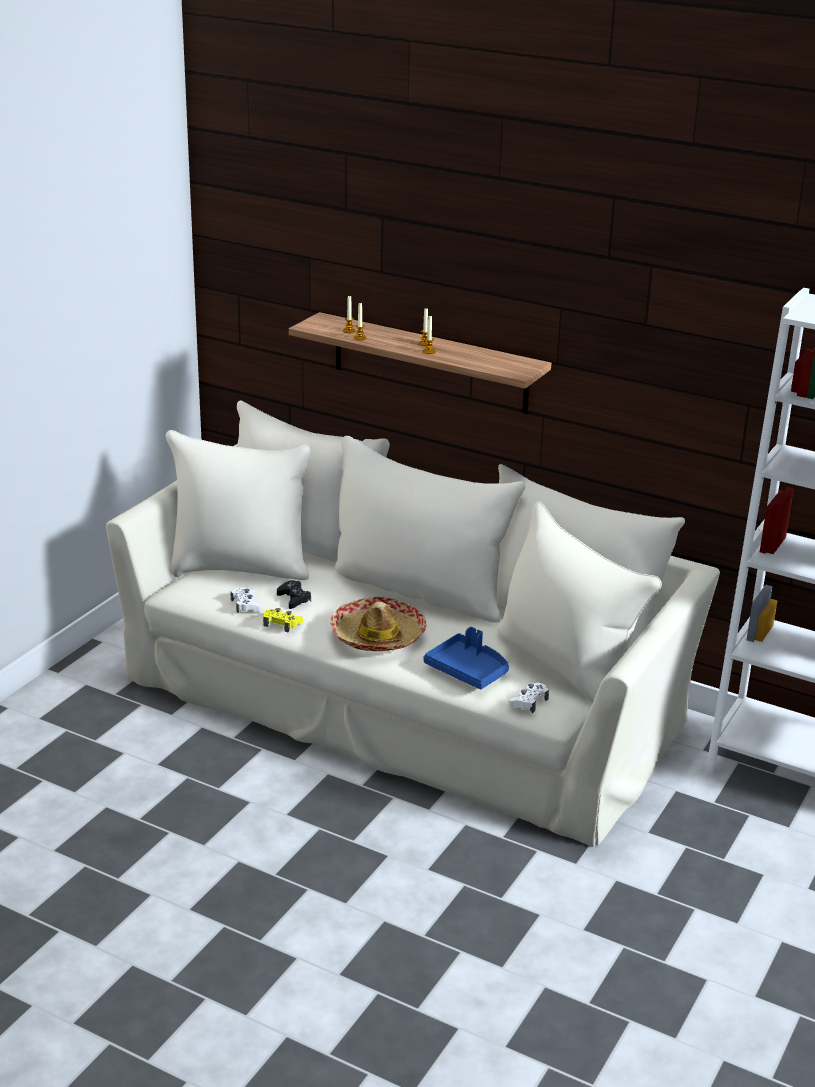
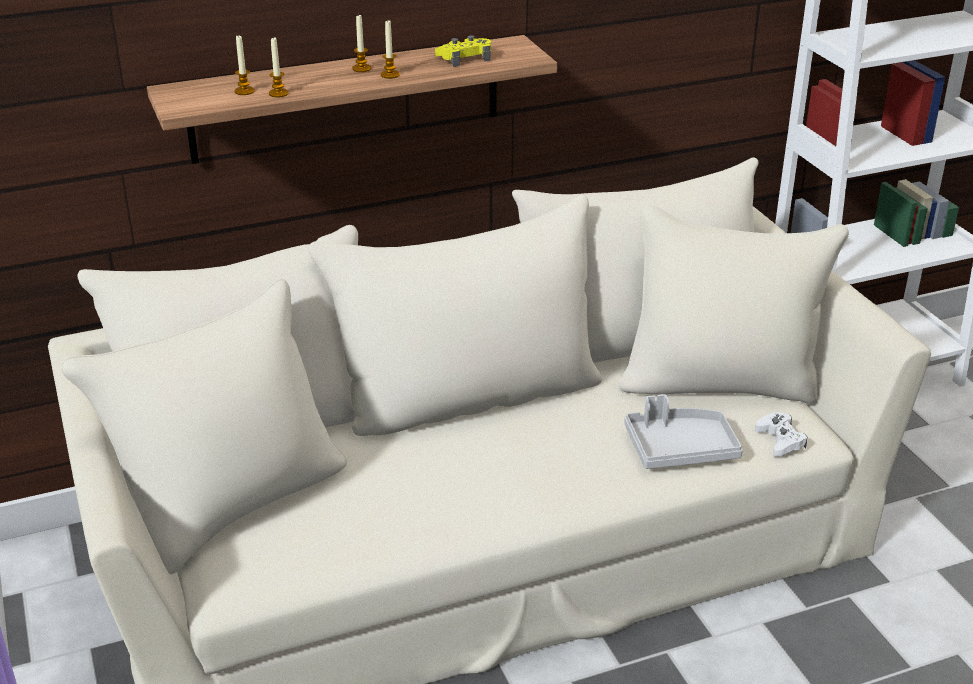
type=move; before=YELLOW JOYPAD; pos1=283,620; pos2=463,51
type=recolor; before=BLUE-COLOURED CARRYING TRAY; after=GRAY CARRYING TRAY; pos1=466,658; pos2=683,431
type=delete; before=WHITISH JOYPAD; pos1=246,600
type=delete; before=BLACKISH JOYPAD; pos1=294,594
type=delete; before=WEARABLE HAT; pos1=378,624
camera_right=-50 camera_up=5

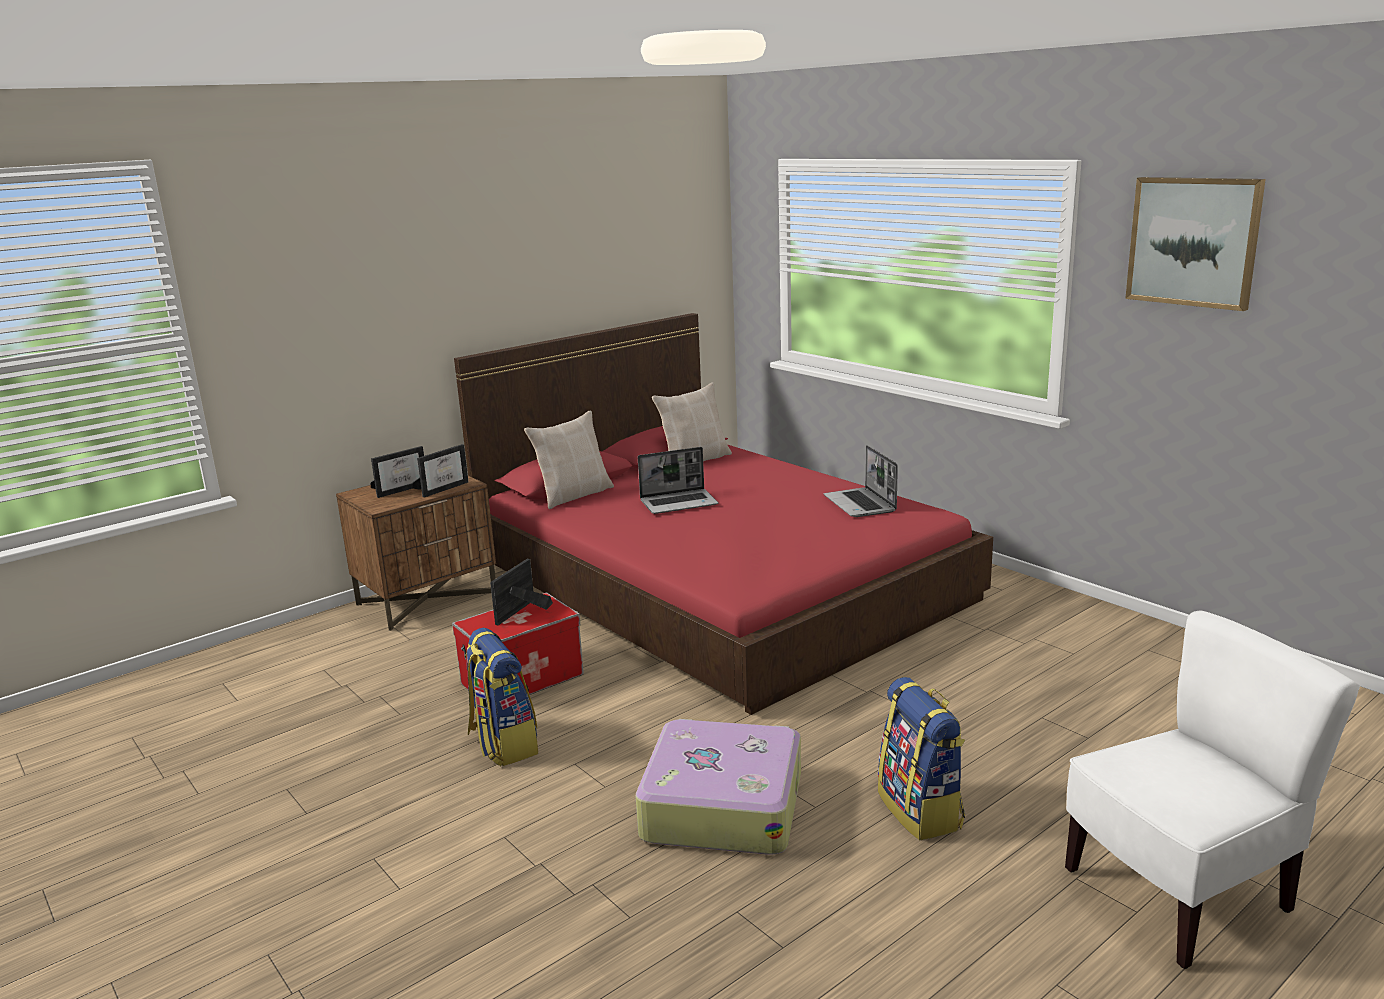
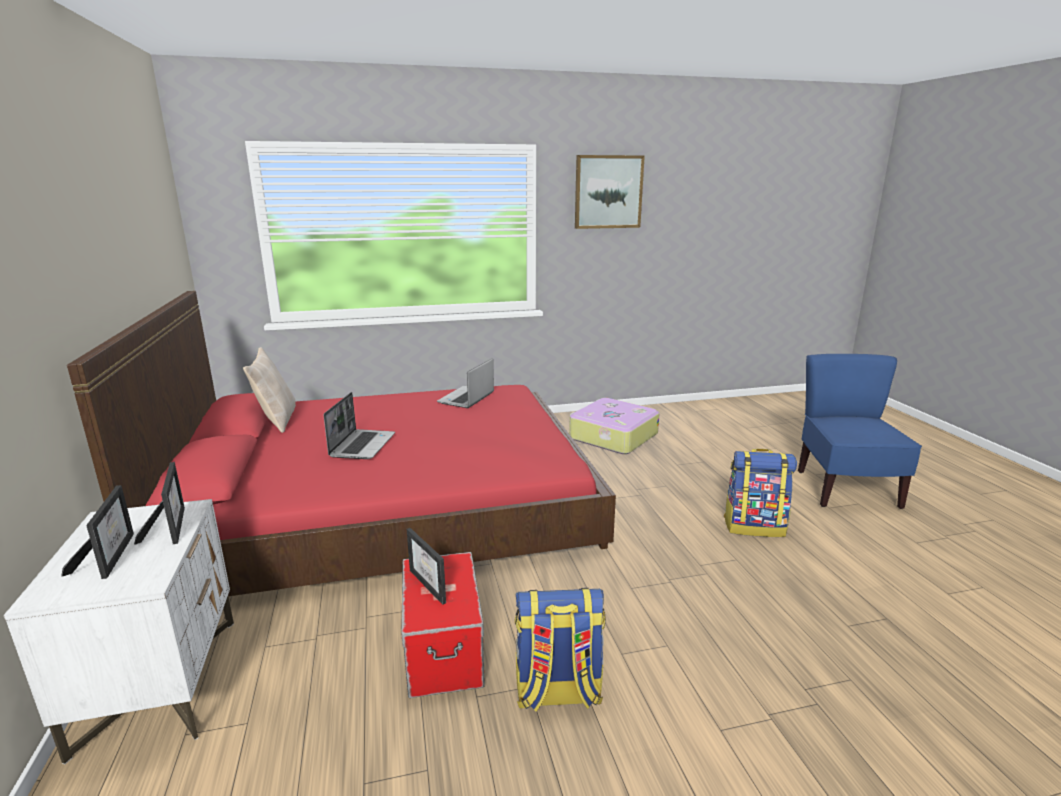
type=recolor; before=BROWNISH NIGHT TABLE; after=WHITISH NIGHT TABLE; pos1=416,553; pos2=119,632
type=rotate; before=PORTABLE COMPUTER; pos1=861,481; pos2=465,383; turn=105
type=move; before=SUITCASE; pos1=718,787; pos2=614,426
type=recolor; before=WHITISH UPRIGHT CHAIR; after=BLUE-COLOURED UPRIGHT CHAIR; pos1=1212,790; pos2=860,431
type=delete; before=BEIGE-COLOURED PILLOW; pos1=569,459
camera_right=-65 camera_up=0

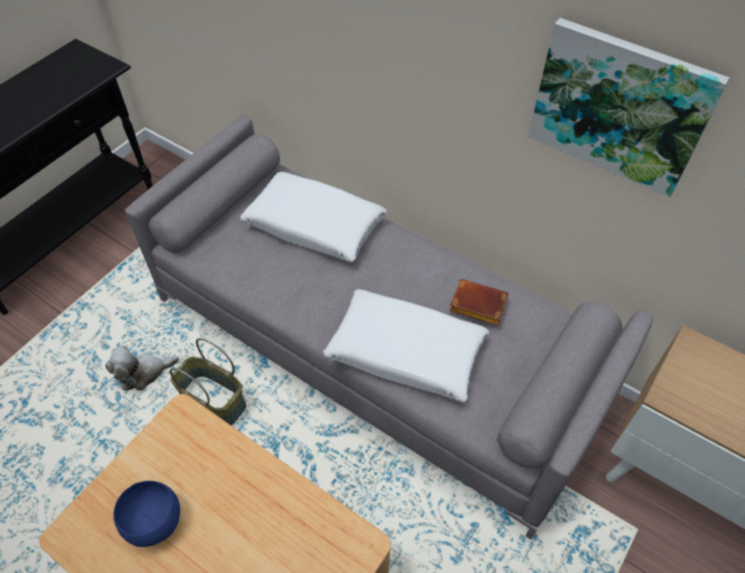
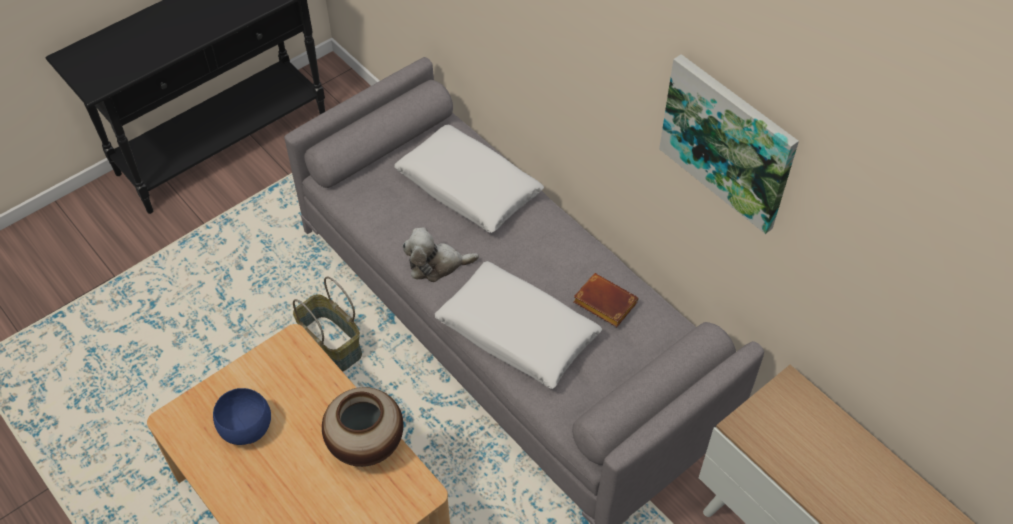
type=insert; after=FLOWER VASE; pos2=363,427
type=move; before=CUDDLY TOY; pos1=142,368; pos2=440,254
camera_right=15 camera_up=0

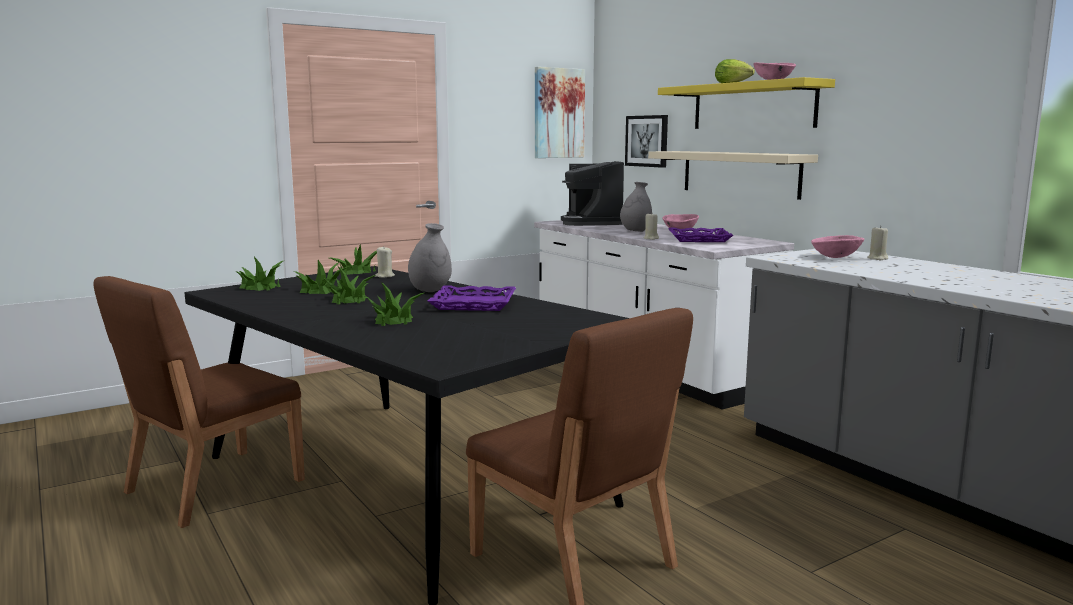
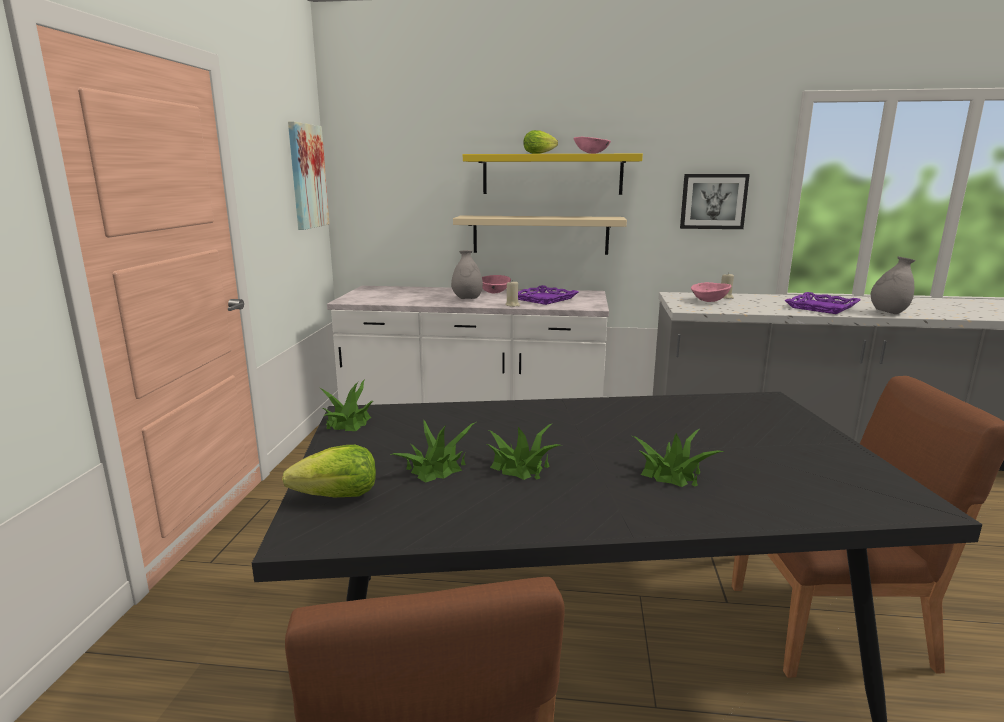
type=replace; before=HOUSEPLANT; after=HEAD OF LETTUCE; pos1=259,274; pos2=329,471
type=move; before=WALL ART; pos1=646,141; pos2=715,201
type=move; before=PURPLISH CARRYING TRAY; pos1=472,298; pos2=823,303
type=move; before=GRAY FLOWER VASE; pos1=430,257; pos2=893,285
type=delete; before=BEIGE-COLOURED CANDLE; pos1=385,262
type=delete; before=COFFEE BREWER; pos1=592,193
camera_right=-50 camera_up=5

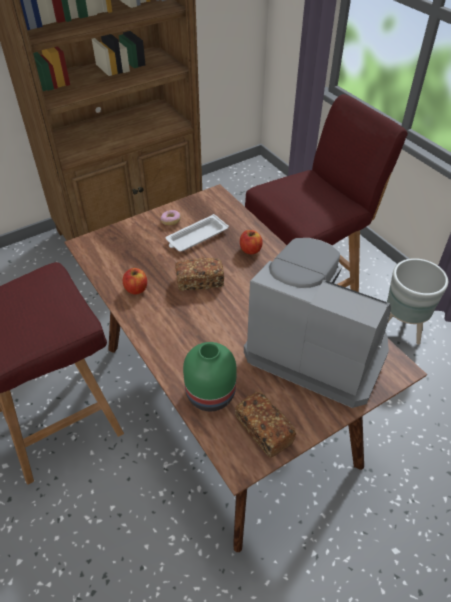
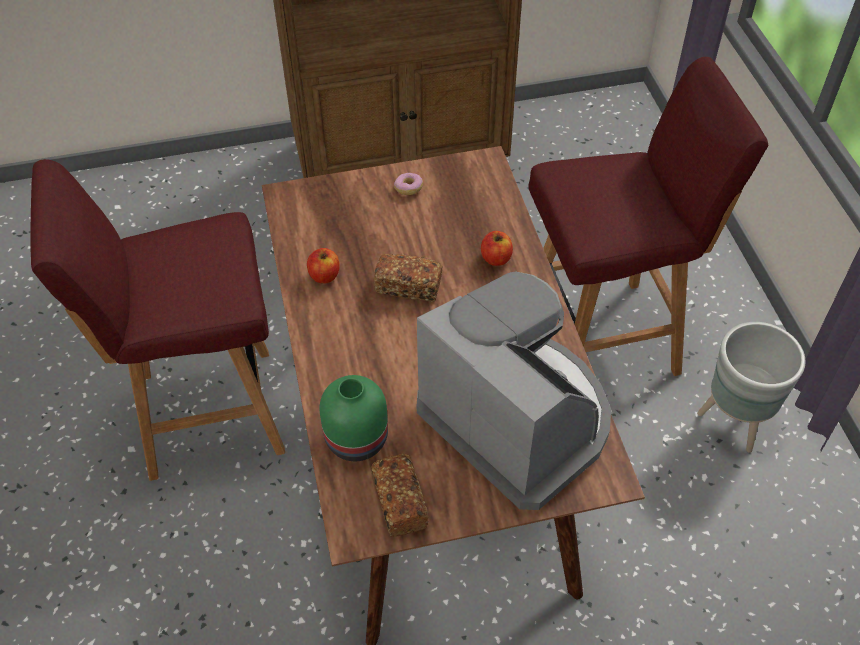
type=delete; before=WHITISH CARRYING TRAY; pos1=197,233
camera_right=20 camera_up=5

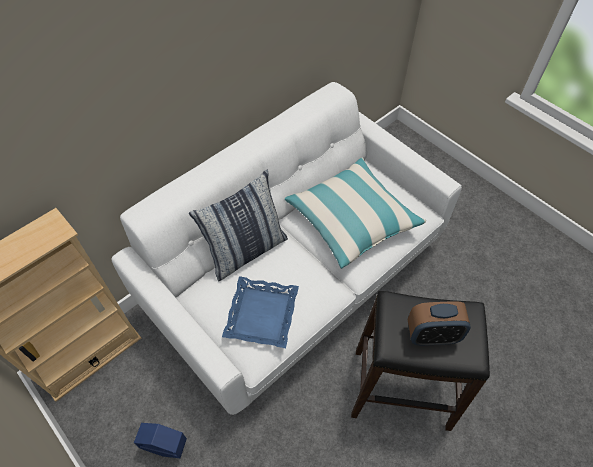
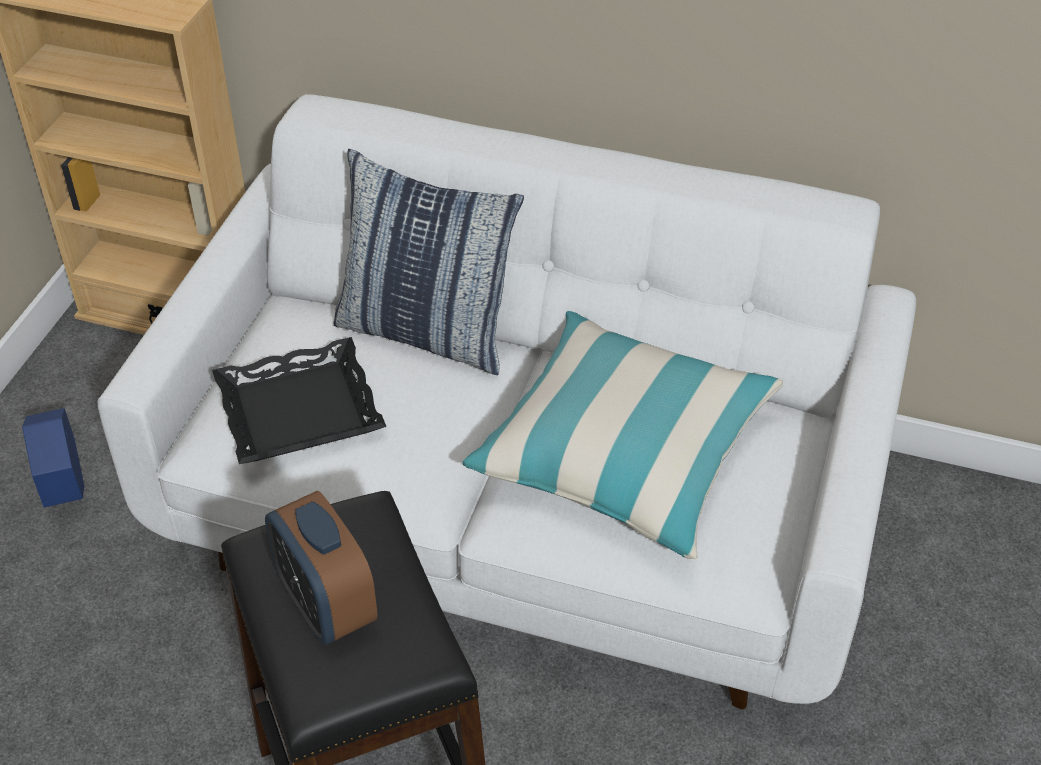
type=recolor; before=BLUE-COLOURED CARRYING TRAY; after=BLACKISH CARRYING TRAY; pos1=260,312; pos2=299,400
camera_right=60 camera_up=-10

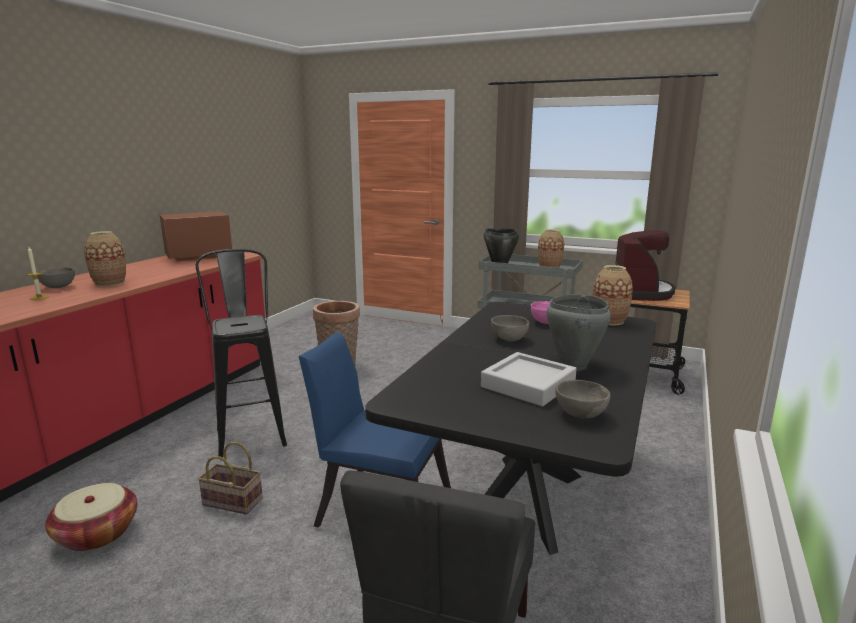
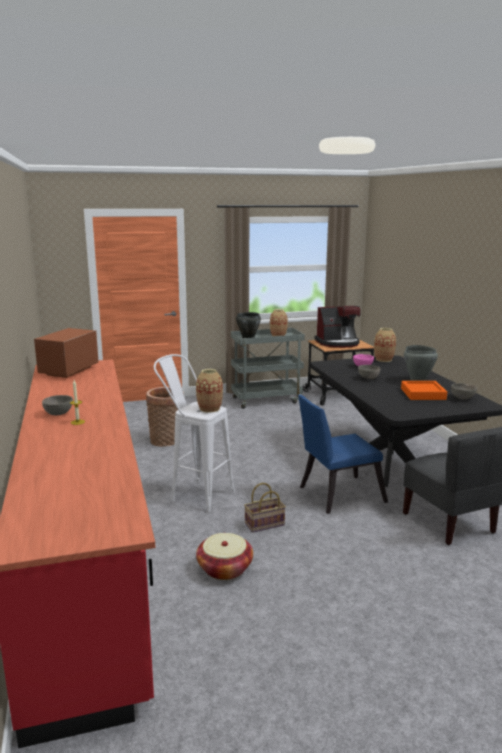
type=recolor; before=BLACKISH SITTING STOOL; after=WHITISH SITTING STOOL; pos1=241,353; pos2=194,433
type=move; before=FLOWER VASE; pos1=105,259; pos2=209,391
type=rotate; before=COFFEE BREWER; pos1=645,265; pos2=337,327; turn=105
type=recolor; before=GRAY CARRYING TRAY; after=ORANGEY CARRYING TRAY; pos1=529,379; pos2=424,390
camera_right=-40 camera_up=0

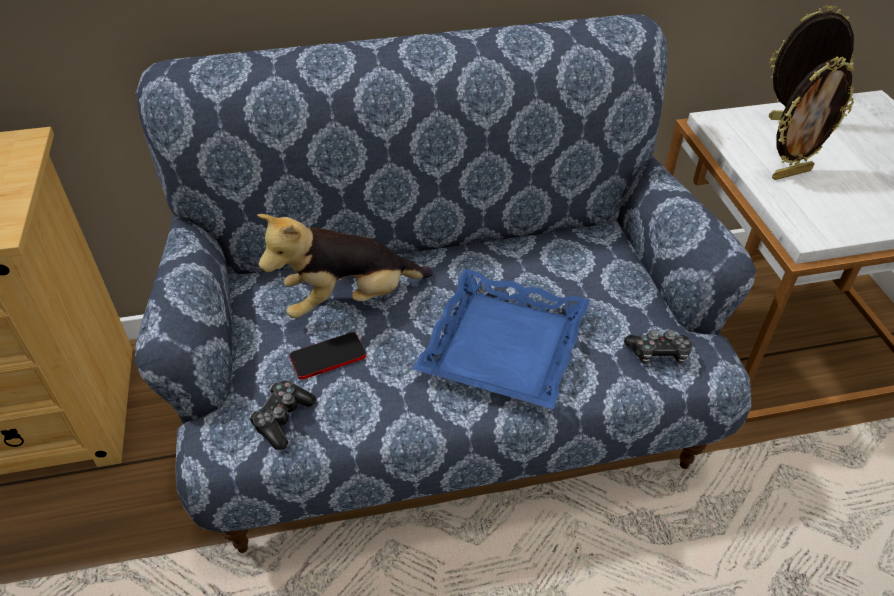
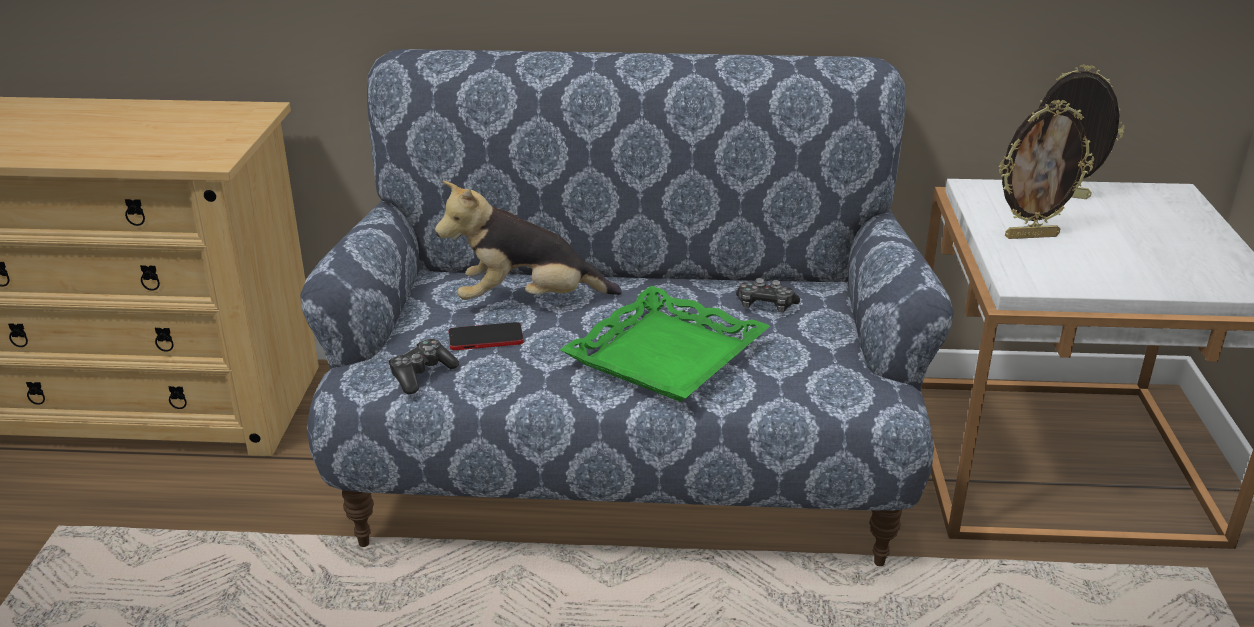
type=recolor; before=BLUE-COLOURED CARRYING TRAY; after=GREENISH CARRYING TRAY; pos1=501,339; pos2=665,344
type=move; before=JOYPAD; pos1=658,346; pos2=768,295
camera_right=15 camera_up=-15

